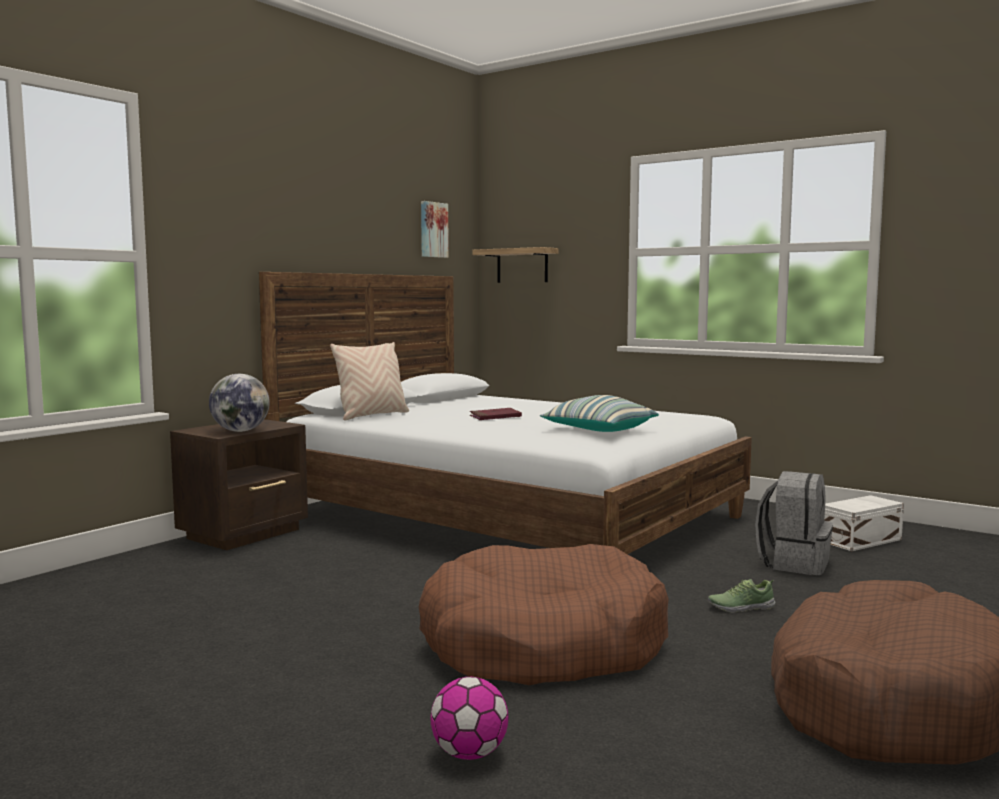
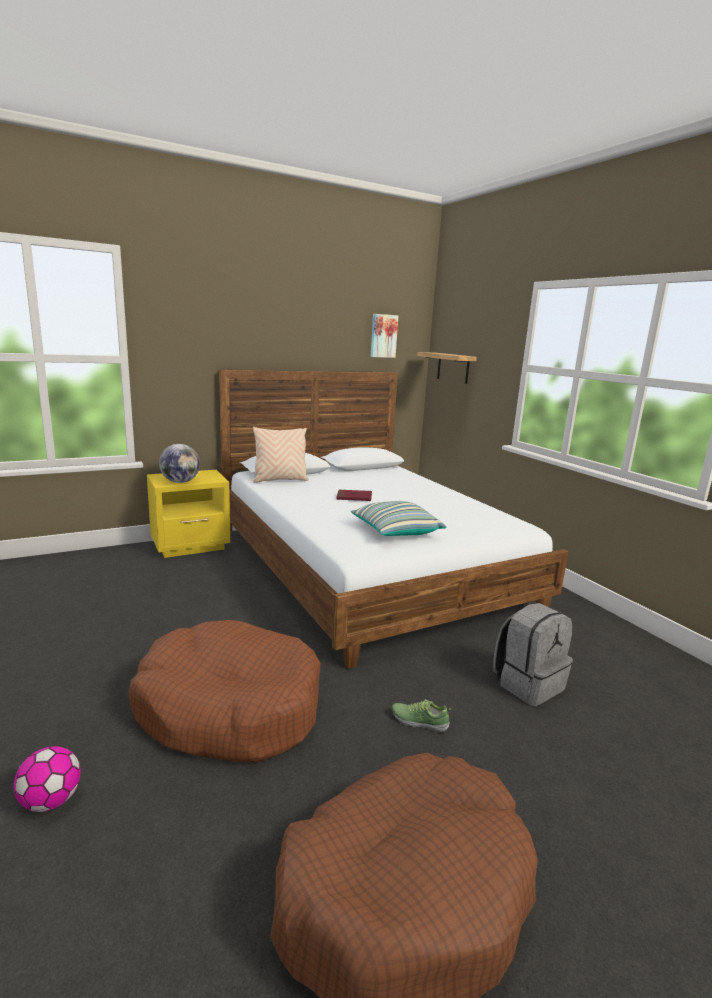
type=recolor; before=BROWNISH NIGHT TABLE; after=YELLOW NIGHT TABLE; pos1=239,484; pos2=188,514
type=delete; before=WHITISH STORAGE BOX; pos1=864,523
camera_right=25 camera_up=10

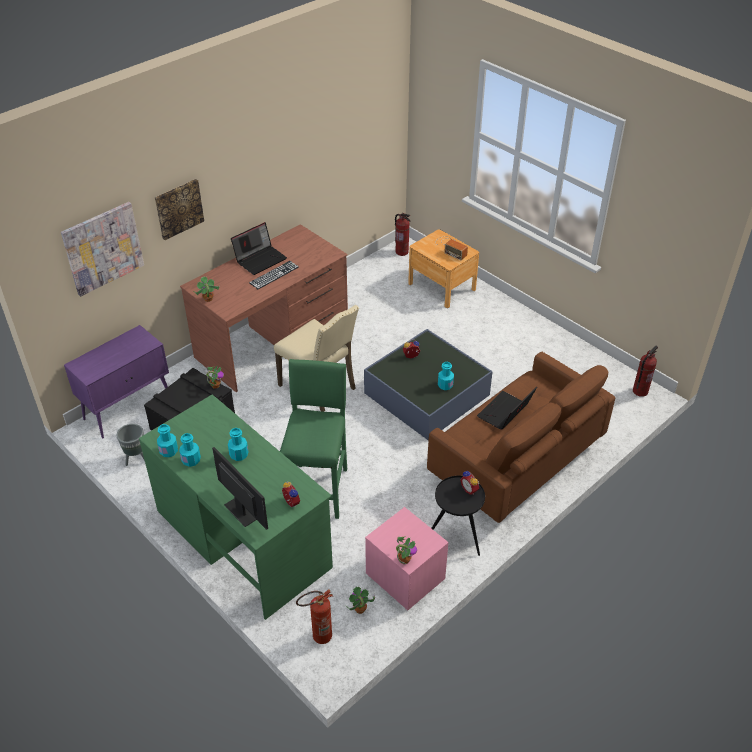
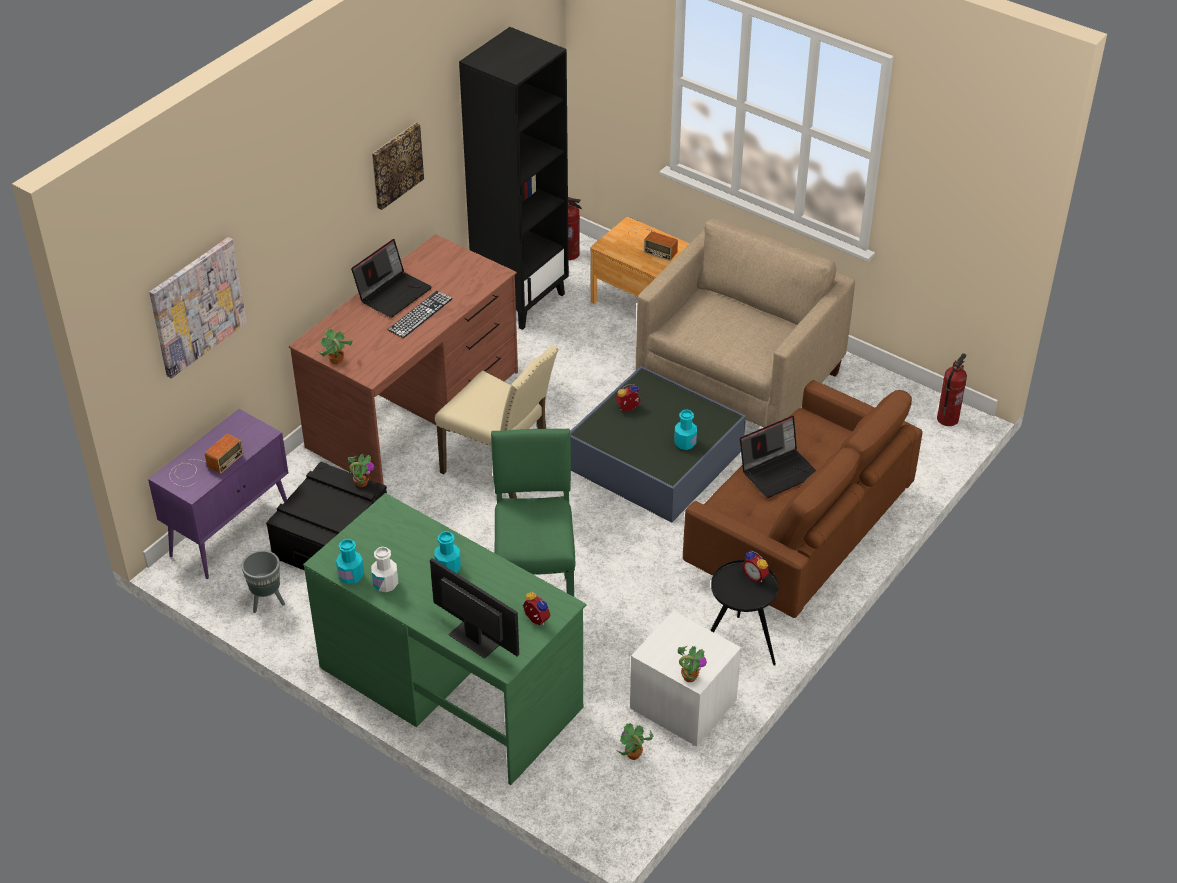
type=insert; after=RADIO RECEIVER; pos2=206,460
type=recolor; before=TURQUOISE-COLOURED BOTTLE; after=WHITISH BOTTLE; pos1=190,450; pos2=384,569
type=move; before=WALL ART; pos1=179,209; pos2=398,166
type=insert; after=BLACKISH BOOKCASE; pos2=514,178
type=recolor; before=PINK NIGHT TABLE; after=WHITISH NIGHT TABLE; pos1=407,558; pos2=685,679
type=insert; after=BEIGE-COLOURED ARMCHAIR; pos2=745,323
type=rotate; before=PORTABLE COMPUTER; pos1=507,408; pos2=778,457; turn=-150
type=delete; before=EXTINGUISHER; pos1=314,616
camera_right=-10 camera_up=0

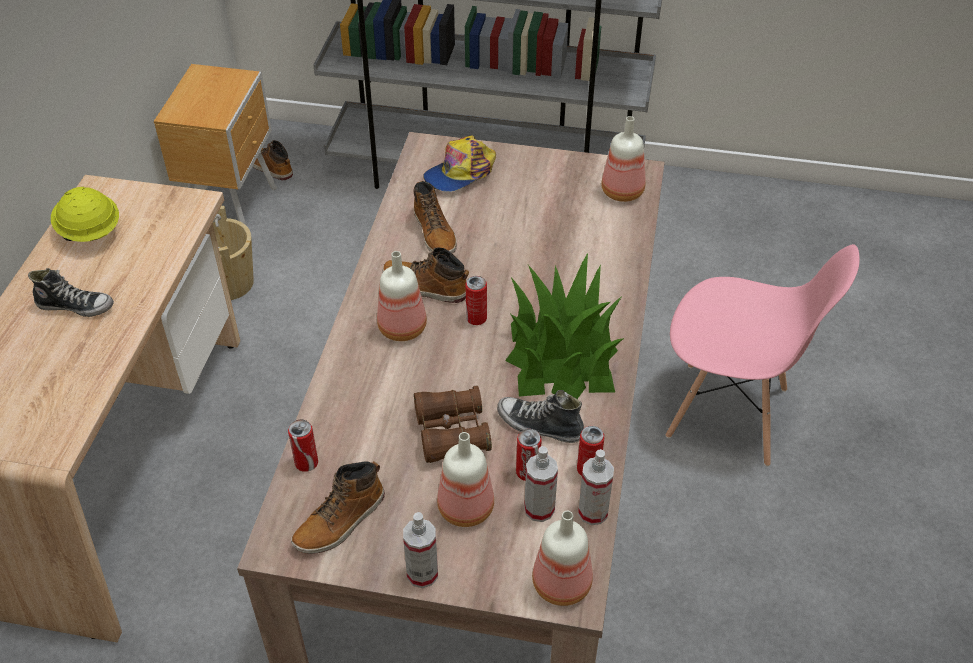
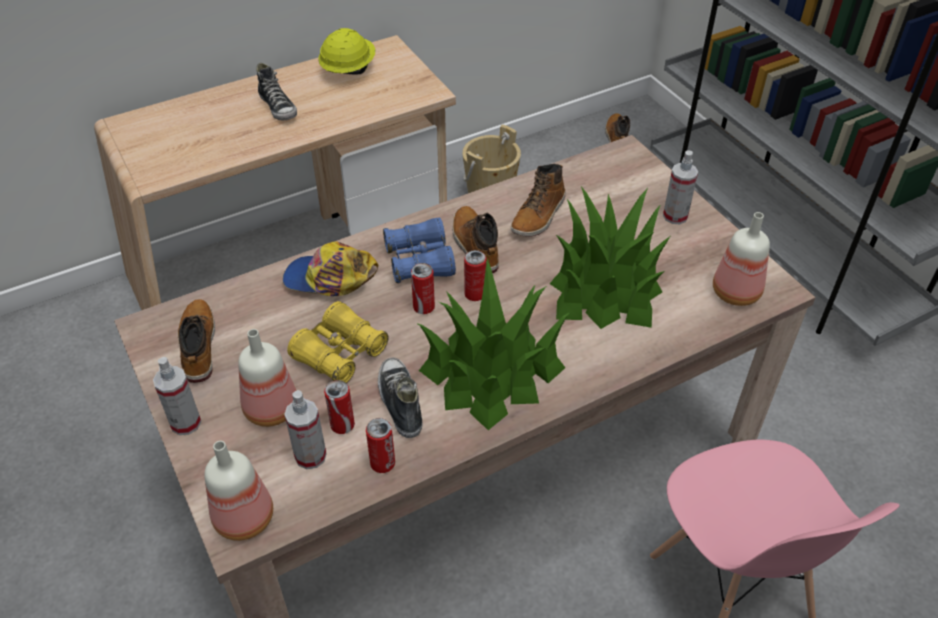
type=rotate; before=HIGH-TOP BOOT; pos1=338,507; pos2=196,341; turn=75
type=move; before=BASEBALL CAP; pos1=459,164; pos2=330,268
type=recolor; before=BROWNISH FIELD GLASSES; after=YELLOW FIELD GLASSES; pos1=453,424; pos2=338,342
type=replace; before=BOTTLE; after=BLUE-COLOURED FIELD GLASSES; pos1=402,296; pos2=419,250
type=move; before=SEALED CAN; pos1=303,445; pos2=423,288
type=insert; after=HOUSEPLANT; pos2=610,257
type=move; before=SPRAY BOTTLE; pos1=596,487; pos2=680,187
type=delete; before=BROWNISH NIGHT TABLE; pos1=215,144
camera_right=50 camera_up=0

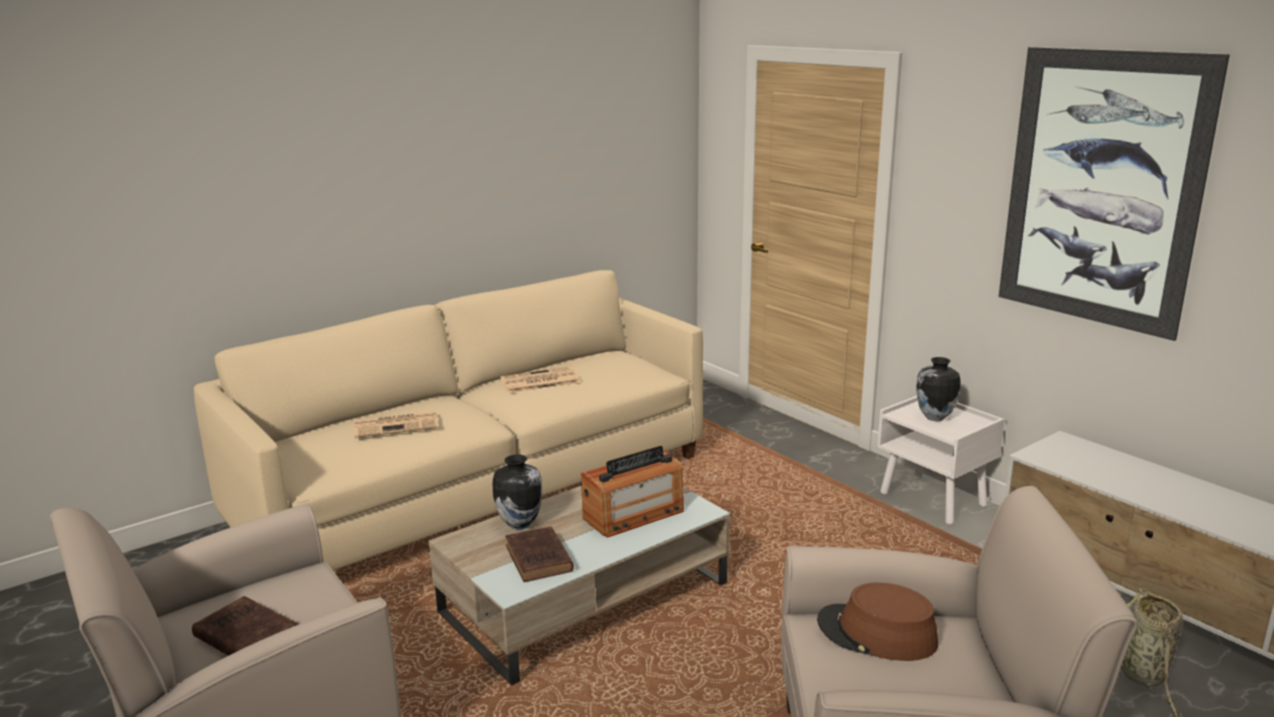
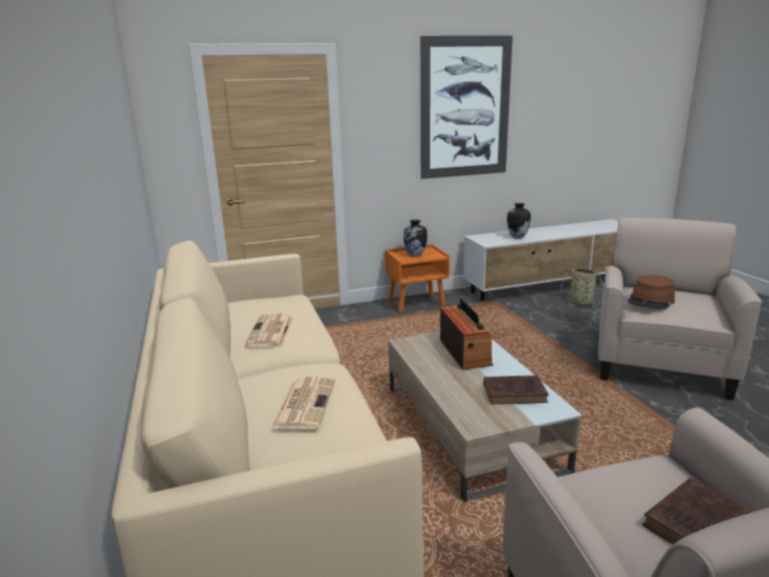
type=recolor; before=WHITISH NIGHT TABLE; after=ORANGEY NIGHT TABLE; pos1=940,460; pos2=417,278
type=move; before=FLOWER VASE; pos1=517,492; pos2=519,221
camera_right=-70 camera_up=0

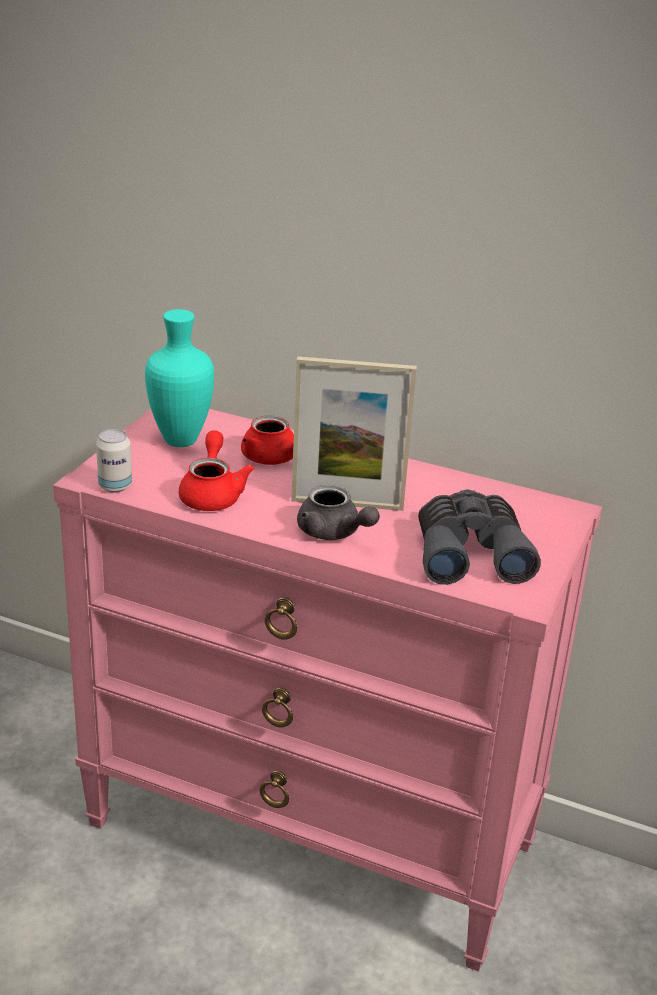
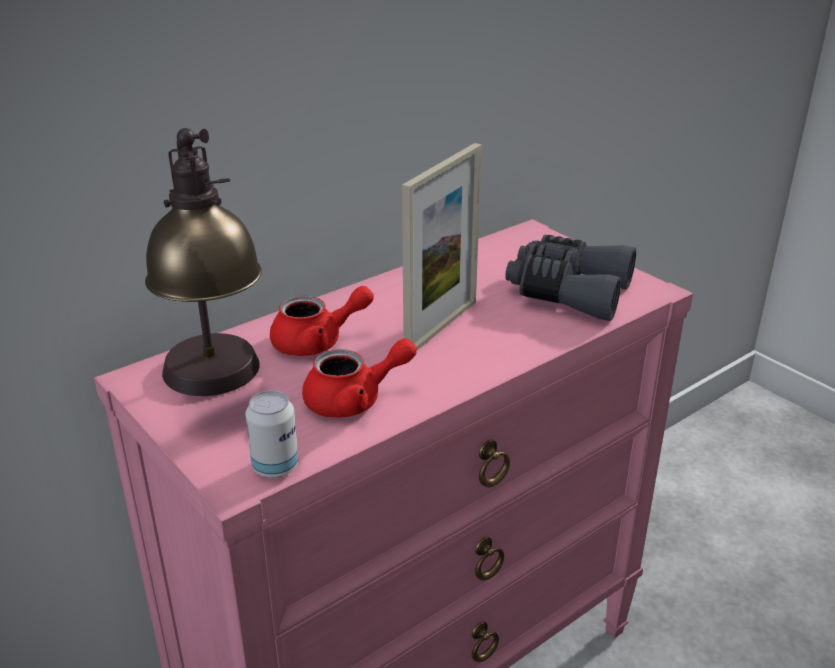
type=replace; before=TURQUOISE-COLOURED FLOWER VASE; after=LAMP FOR A TABLE; pos1=179,378; pos2=203,262
type=rotate; before=REDDISH TEAPOT; pos1=217,470; pos2=359,378; turn=135
type=delete; before=GRAY TEAPOT; pos1=338,512
camera_right=-60 camera_up=0

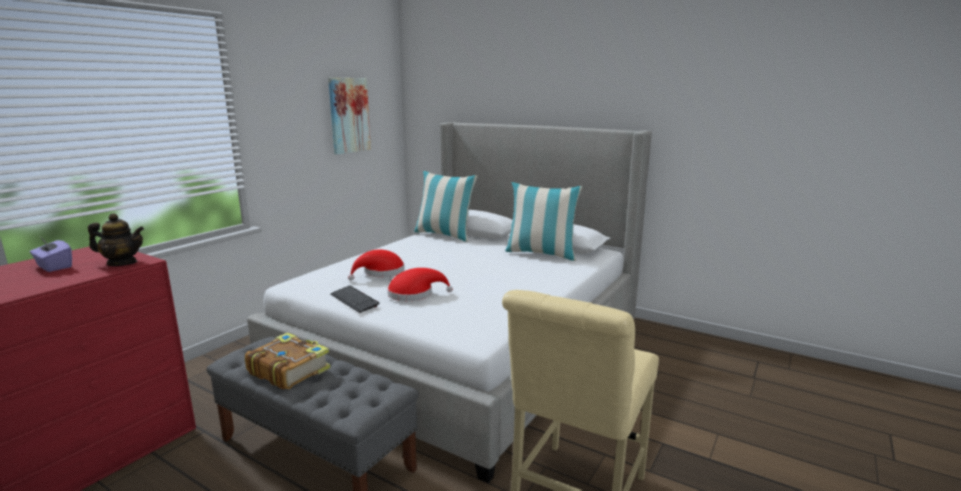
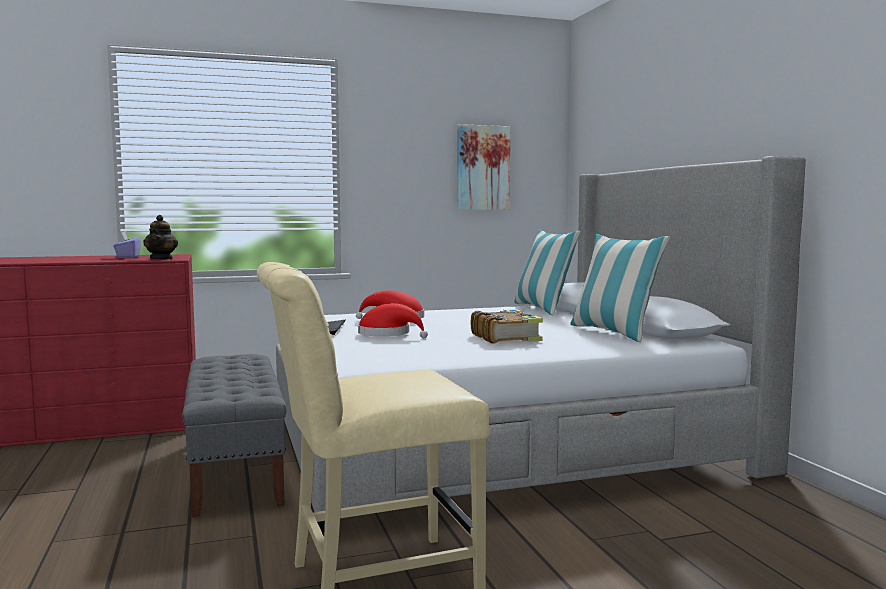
type=rotate; before=TEAPOT; pos1=116,239; pos2=160,237; turn=45
type=move; before=BOUND BOOK; pos1=287,360; pos2=507,326
camera_right=40 camera_up=-10

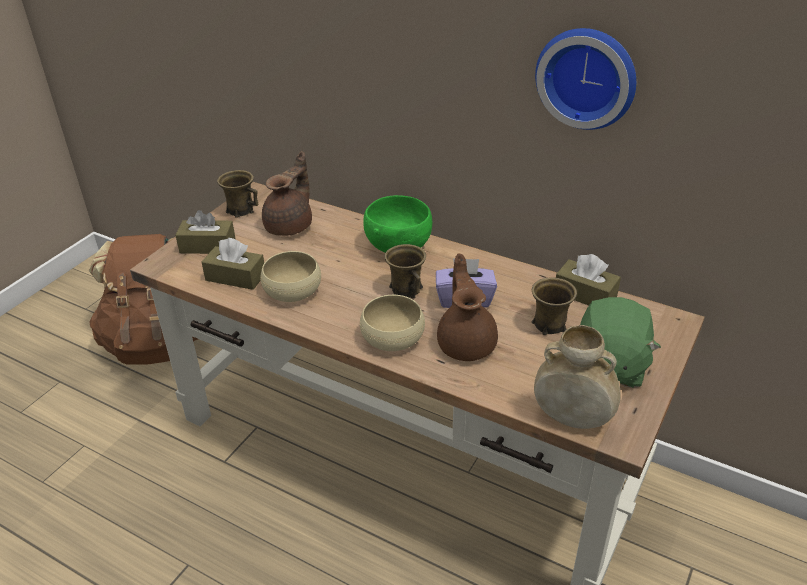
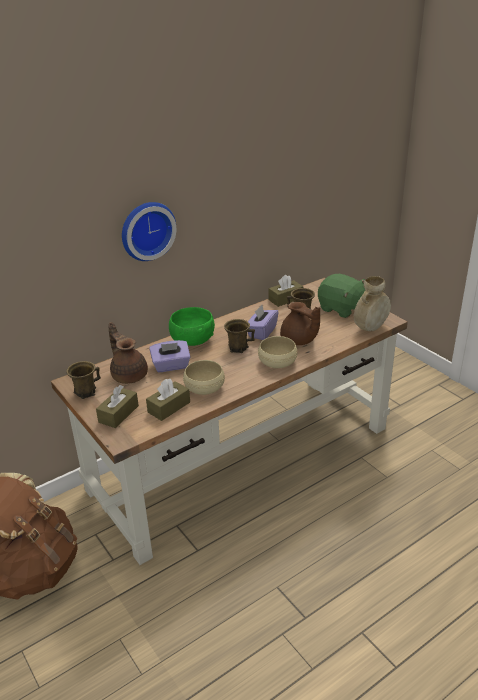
type=move; before=WALL CLOCK; pos1=585,79; pos2=149,231
type=insert; after=PURPLISH BOX OF TISSUES; pos2=169,356
type=rotate; before=BROWNISH TEAPOT; pos1=467,307; pos2=300,323; turn=-150
camera_right=-65 camera_up=-5

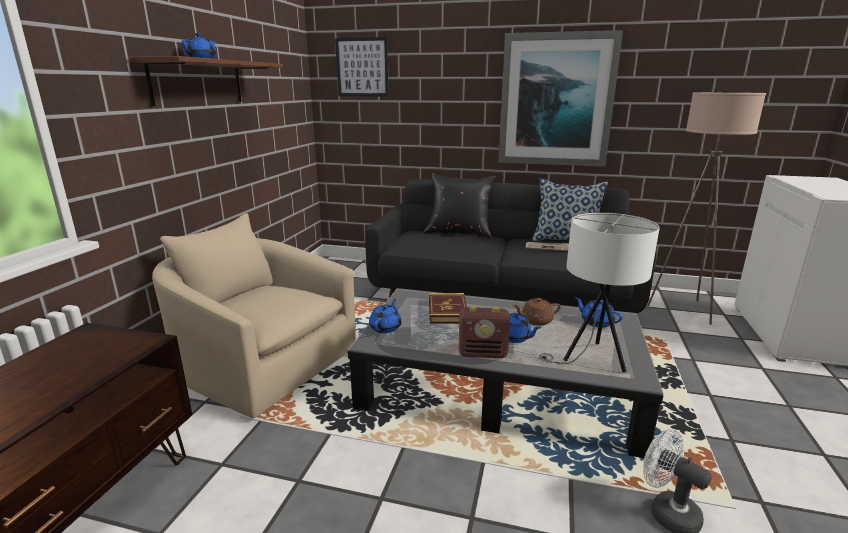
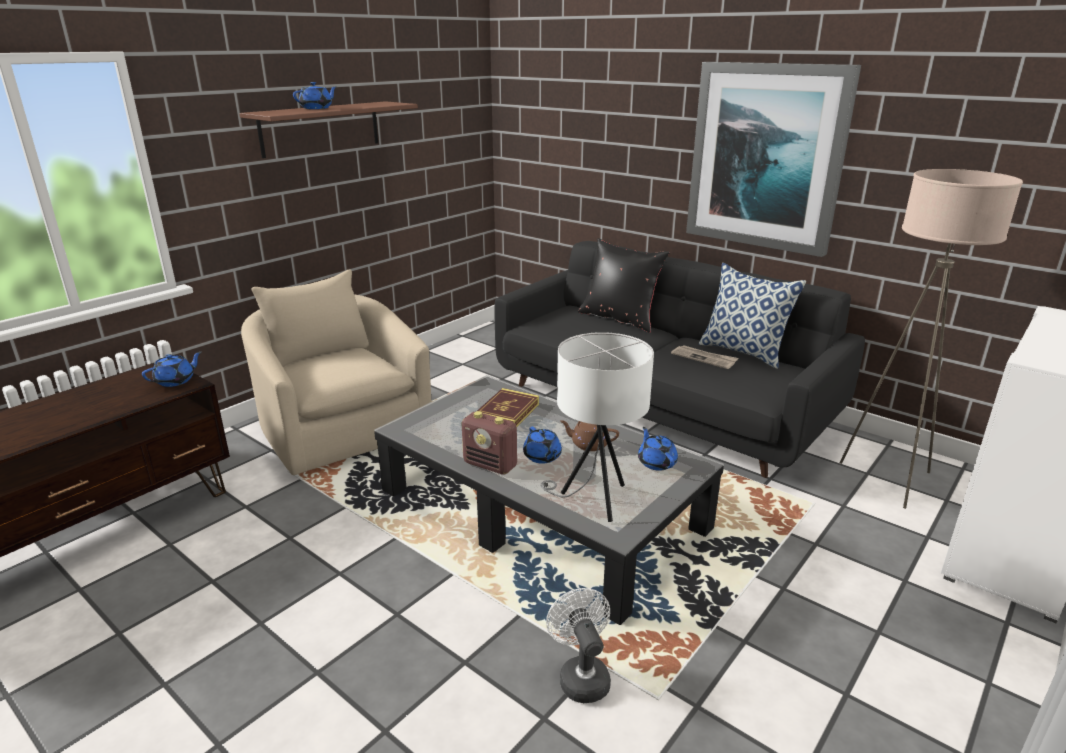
type=move; before=BLUE-COLOURED TEAPOT; pos1=385,316; pos2=172,369
type=delete; before=WALL ART; pos1=362,67
camera_right=25 camera_up=5

